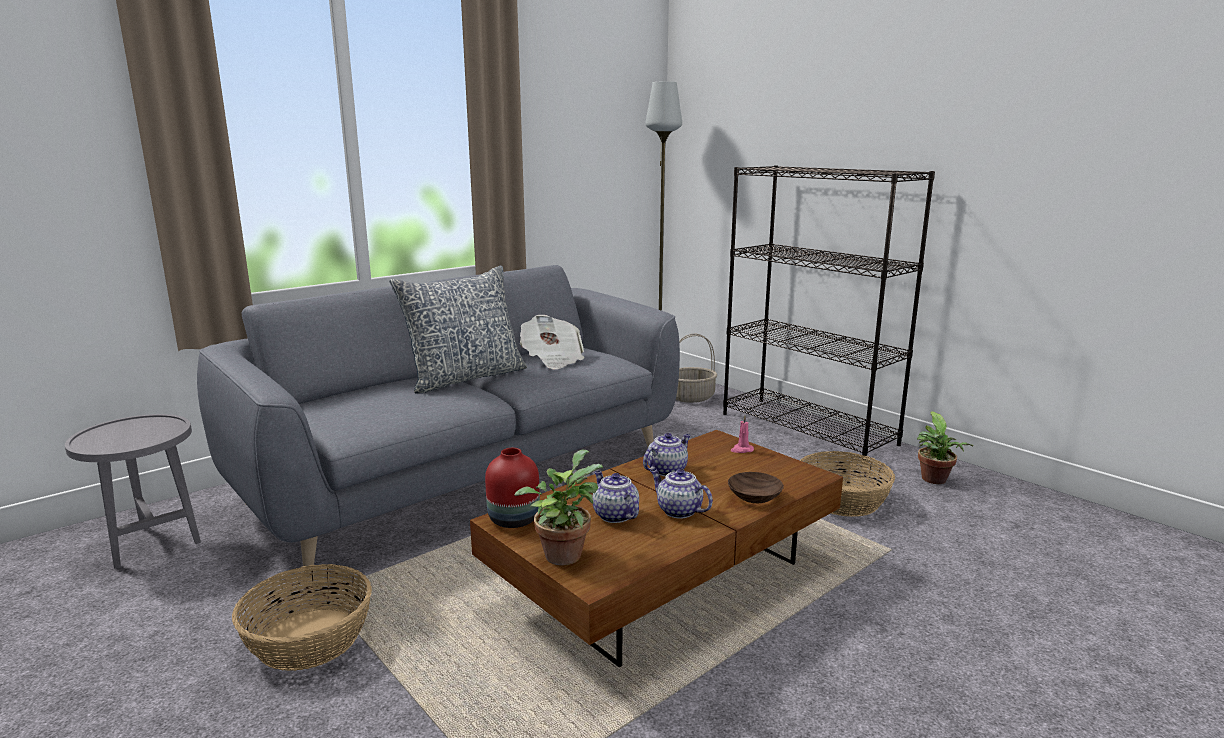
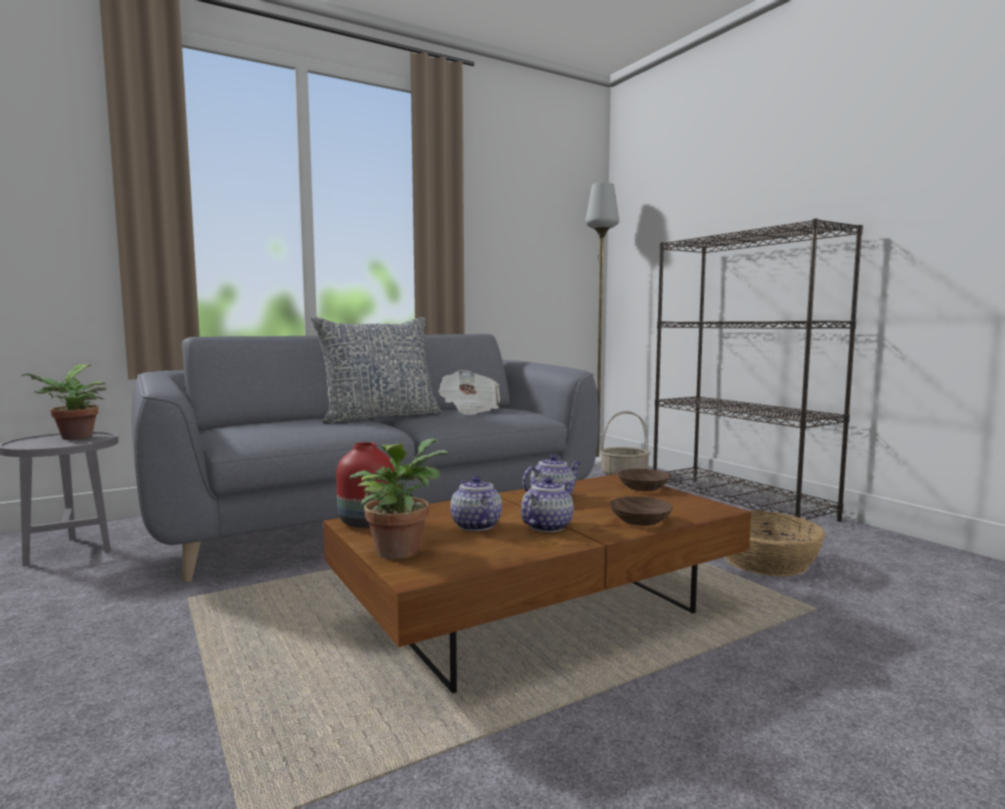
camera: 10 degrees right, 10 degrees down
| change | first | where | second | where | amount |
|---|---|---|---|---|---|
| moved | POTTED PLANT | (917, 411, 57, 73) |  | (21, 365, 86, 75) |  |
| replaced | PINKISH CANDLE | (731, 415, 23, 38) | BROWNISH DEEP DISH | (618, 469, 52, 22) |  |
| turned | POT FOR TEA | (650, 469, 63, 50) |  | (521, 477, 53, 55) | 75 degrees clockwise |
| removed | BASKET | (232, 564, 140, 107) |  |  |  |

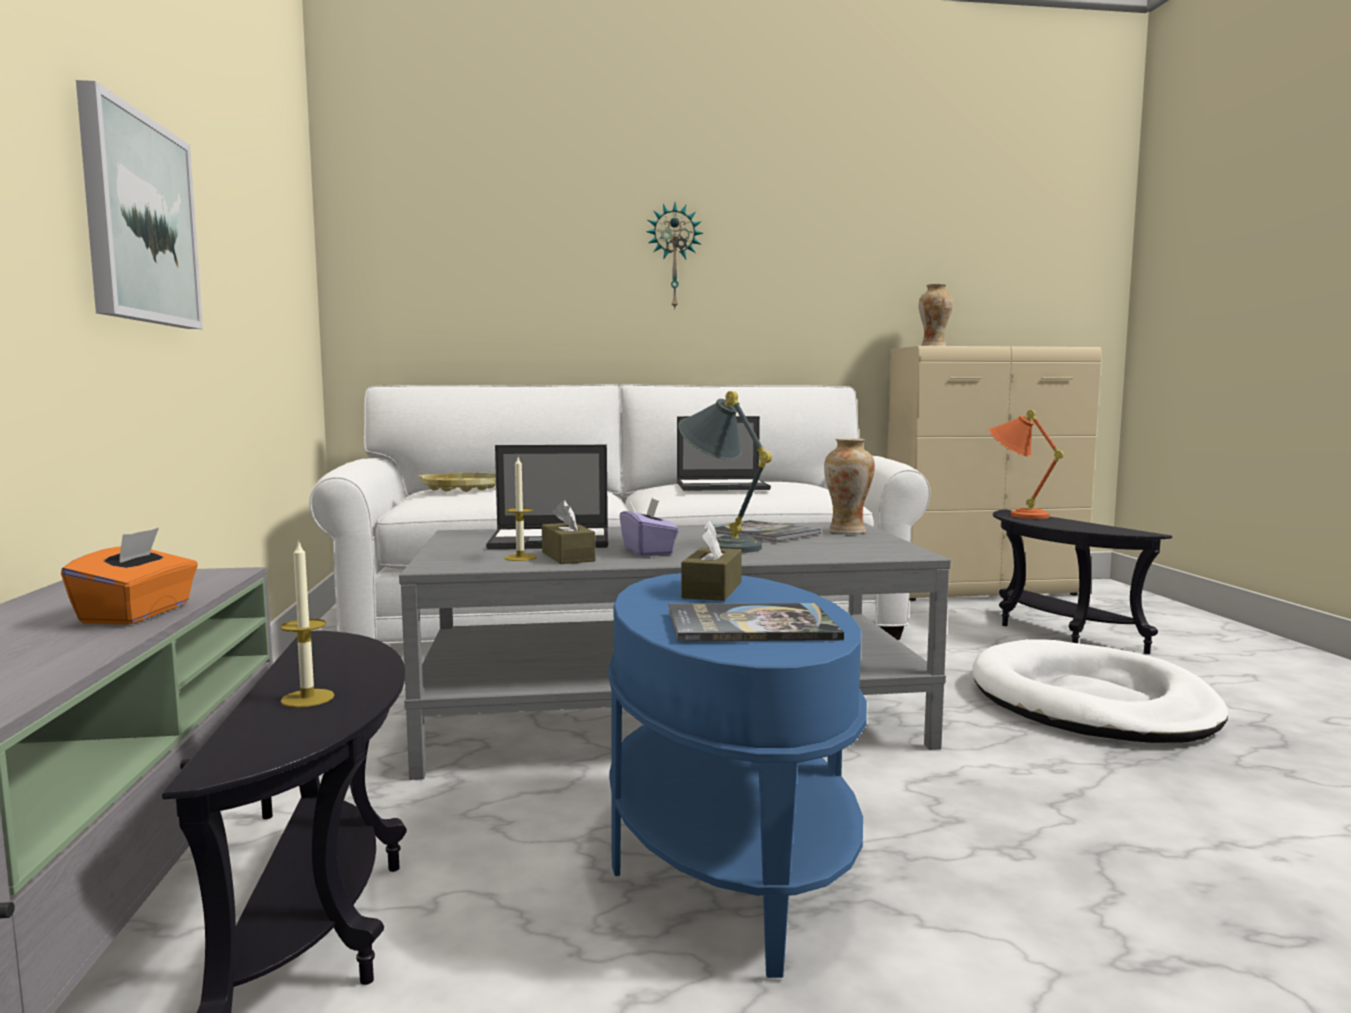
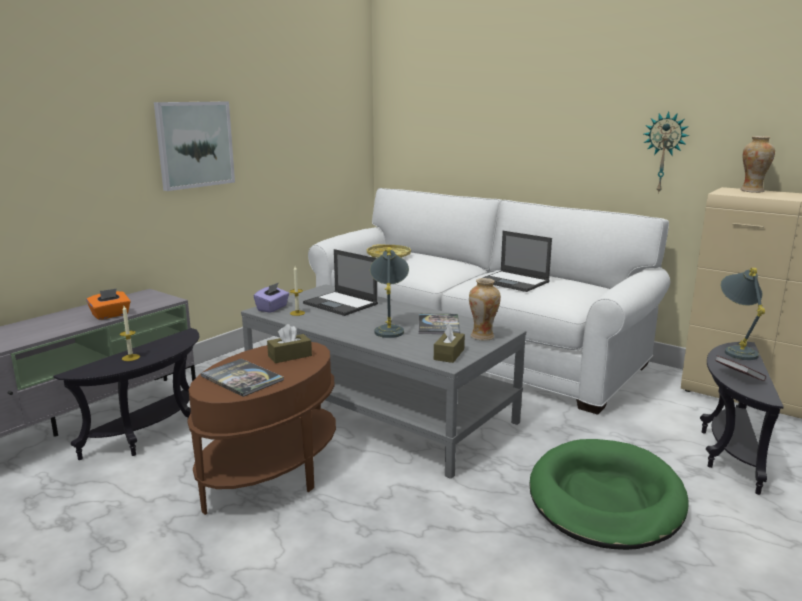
camera: 45 degrees right, 10 degrees up
| change | first | where | second | where | amount |
|---|---|---|---|---|---|
| moved | CLOCK ON THE WALL | (646, 202, 57, 109) |  | (644, 111, 45, 83) |  |
| recoloured | ORANGE-COLOURED LAMP FOR A TABLE | (990, 410, 74, 109) | GREYISH LAMP FOR A TABLE | (721, 268, 44, 92) |  |
| moved | PURPLISH BOX OF TISSUES | (620, 498, 59, 59) |  | (254, 283, 35, 30) |  |
| moved | BROWNISH BOX OF TISSUES | (542, 500, 54, 64) |  | (434, 323, 31, 40) |  |
| recoloured | BLUISH SIDE TABLE | (608, 573, 259, 405) | BROWNISH SIDE TABLE | (187, 342, 149, 173) |  |
| recoloured | WHITE-COLOURED DOG CUSHION | (972, 639, 256, 104) | GREENISH DOG CUSHION | (529, 439, 159, 111) |  |
| added |  |  | BOOK | (715, 355, 51, 26) |  |

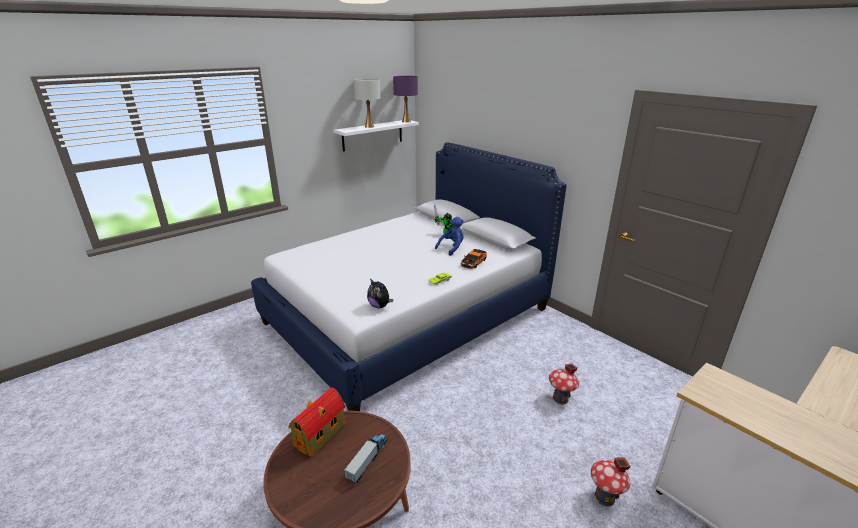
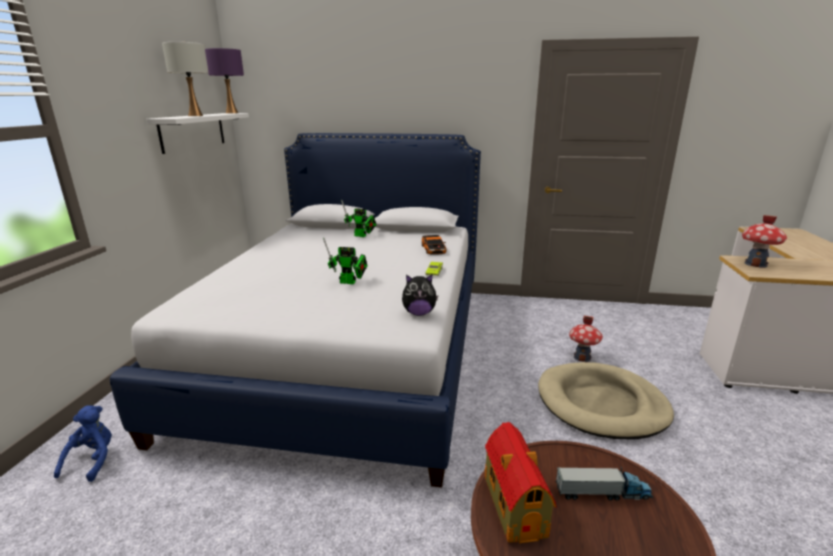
camera: 40 degrees left, 5 degrees down
| change | first | where | second | where | amount |
|---|---|---|---|---|---|
| moved | BLUISH CUDDLY TOY | (435, 217, 29, 39) |  | (54, 405, 58, 77) |  |
| turned | TOY LORRY | (344, 434, 44, 50) |  | (556, 467, 97, 33) | 105 degrees clockwise |
| moved | TOY HOUSE | (591, 458, 40, 48) |  | (742, 215, 45, 53) |  |
| added |  |  | TOY ROBOT | (323, 238, 45, 46) |  |
| added |  |  | SAND-COLOURED DOG CUSHION | (538, 362, 136, 78) |  |

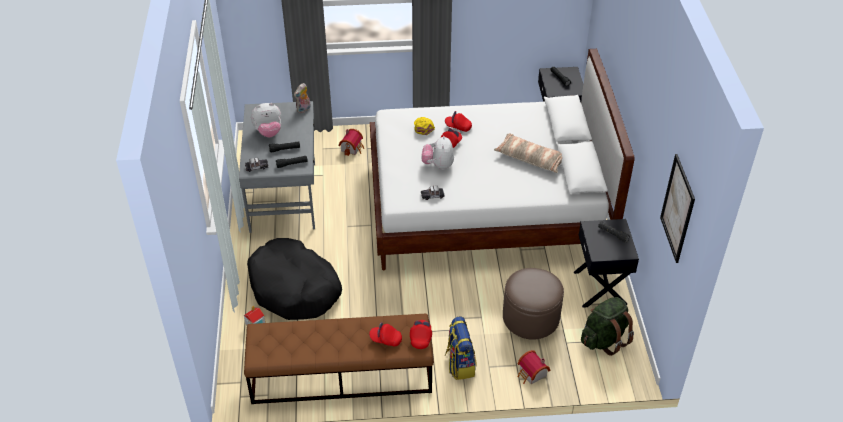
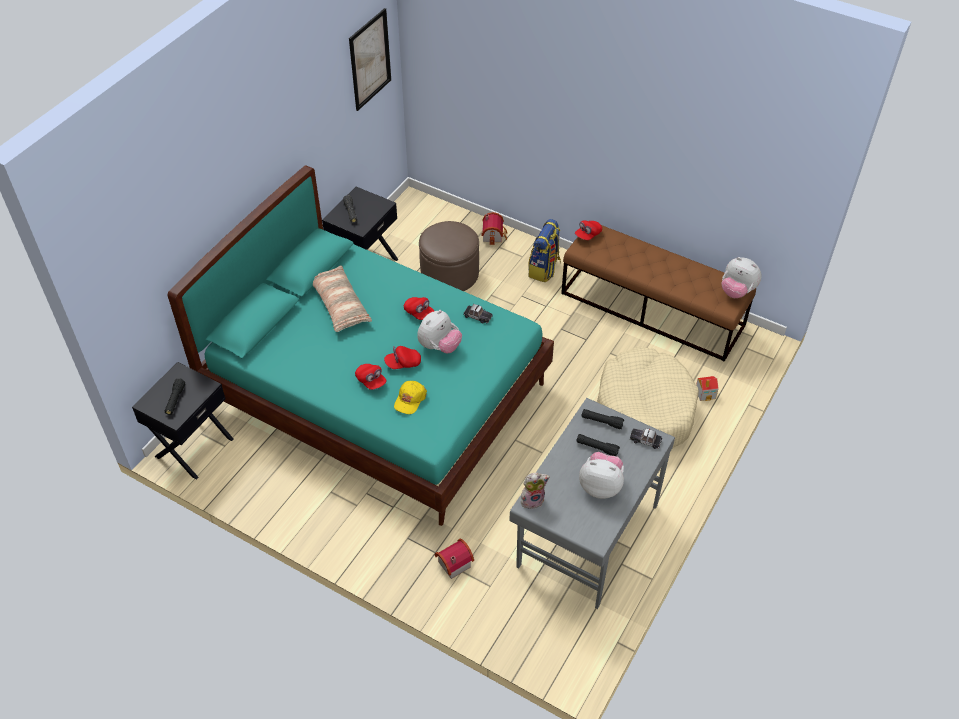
camera: 145 degrees left, 5 degrees up
| change | first | where | second | where | amount |
|---|---|---|---|---|---|
| recoloured | WHITE-COLOURED BED | (370, 49, 265, 221) | TURQUOISE-COLOURED BED | (168, 165, 386, 361) |  |
| recoloured | BLACK-COLOURED DOG CUSHION | (247, 238, 95, 82) | SAND-COLOURED DOG CUSHION | (597, 346, 102, 103) |  |
| removed | GREENISH BACKPACK | (581, 297, 53, 59) |  |  |  |
| moved | RED-COLOURED CAP | (369, 322, 33, 25) |  | (404, 297, 30, 23) |  |
| added |  |  | CUDDLY TOY | (721, 257, 41, 41) |  |

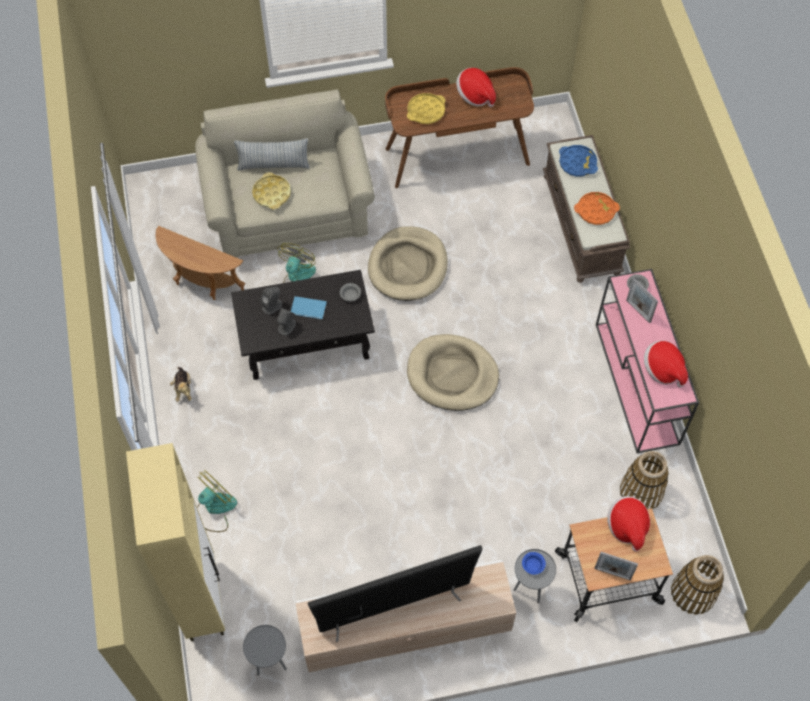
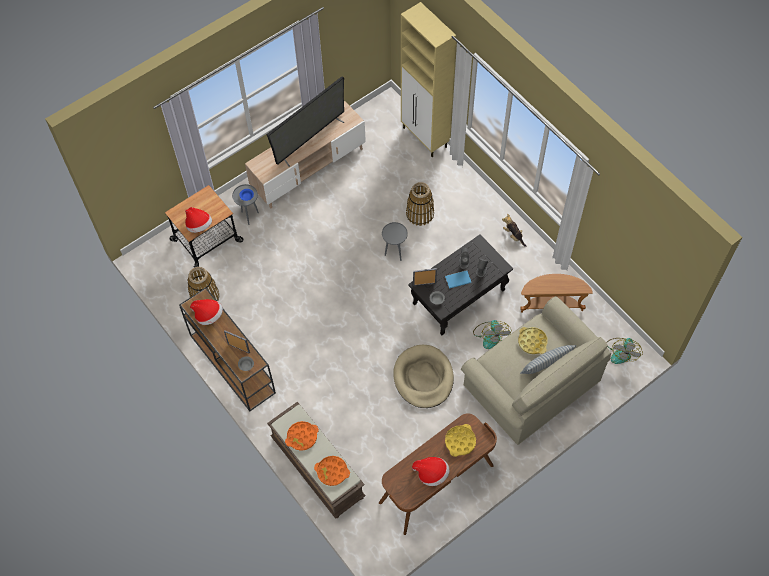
camera: 155 degrees right, 0 degrees up
| change | first | where | second | where | amount |
|---|---|---|---|---|---|
| recoloured | BLUISH SERVING TRAY | (559, 145, 39, 32) | ORANGE-COLOURED SERVING TRAY | (314, 456, 36, 30) |  |
| recoloured | PINKISH CONSOLE TABLE | (596, 269, 103, 184) | BROWNISH CONSOLE TABLE | (179, 287, 97, 124) |  |
| removed | SAND-COLOURED DOG CUSHION | (407, 334, 92, 77) |  |  |  |
| moved | ELECTRIC FAN | (197, 470, 40, 62) |  | (606, 338, 37, 26) |  |
| moved | PHOTO FRAME | (594, 552, 44, 29) |  | (413, 268, 24, 18) |  |
| moved | BASKET | (671, 555, 53, 60) |  | (406, 182, 28, 44) |  |
| moved | GREYISH SIDE TABLE | (243, 625, 44, 51) |  | (382, 222, 26, 39) |  |

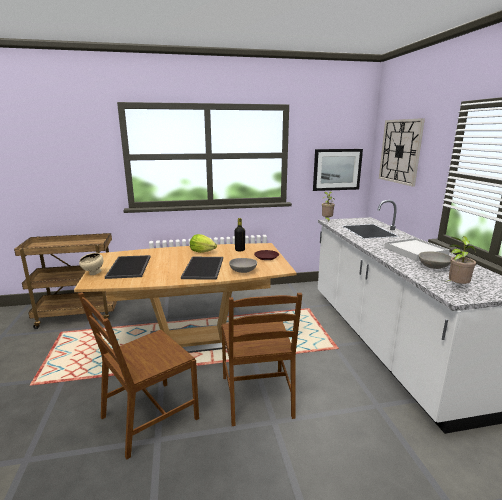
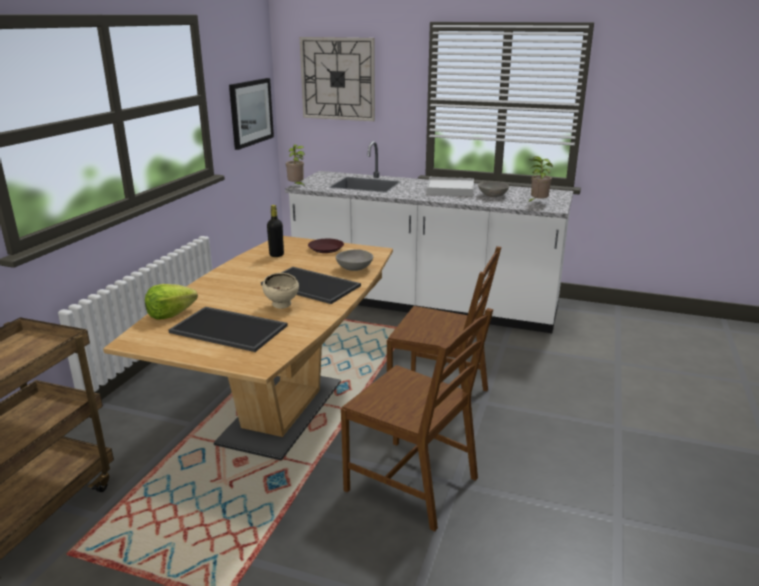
camera: 60 degrees left, 5 degrees up
| change | first | where | second | where | amount |
|---|---|---|---|---|---|
| moved | HEAD OF LETTUCE | (190, 234, 27, 19) |  | (145, 284, 53, 36) |  |
| moved | SAND-COLOURED DEEP DISH | (79, 253, 24, 22) |  | (262, 273, 37, 36) |  |
| turned | BROWNISH UPRIGHT CHAIR | (78, 292, 121, 168) |  | (341, 308, 152, 223) | 45 degrees counterclockwise |

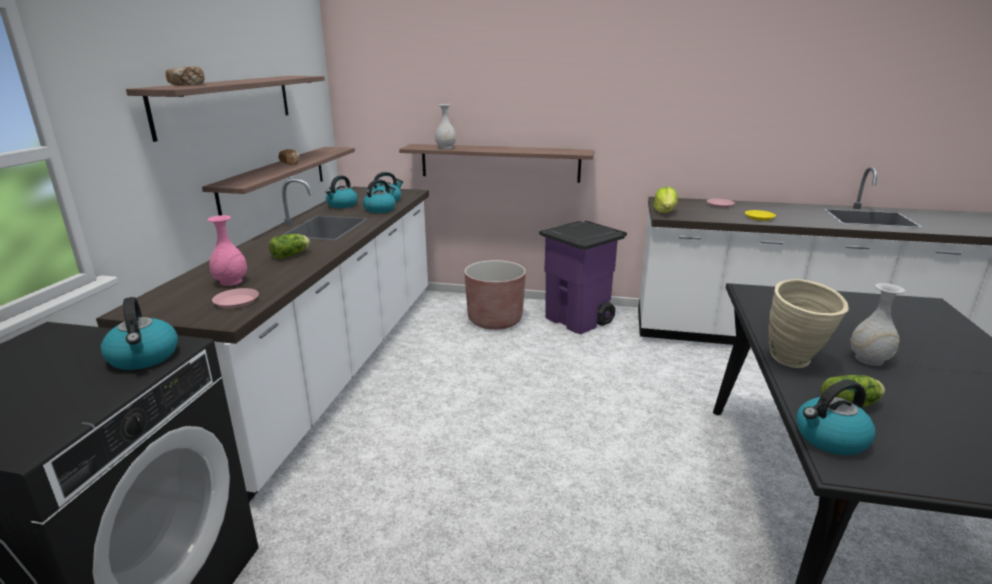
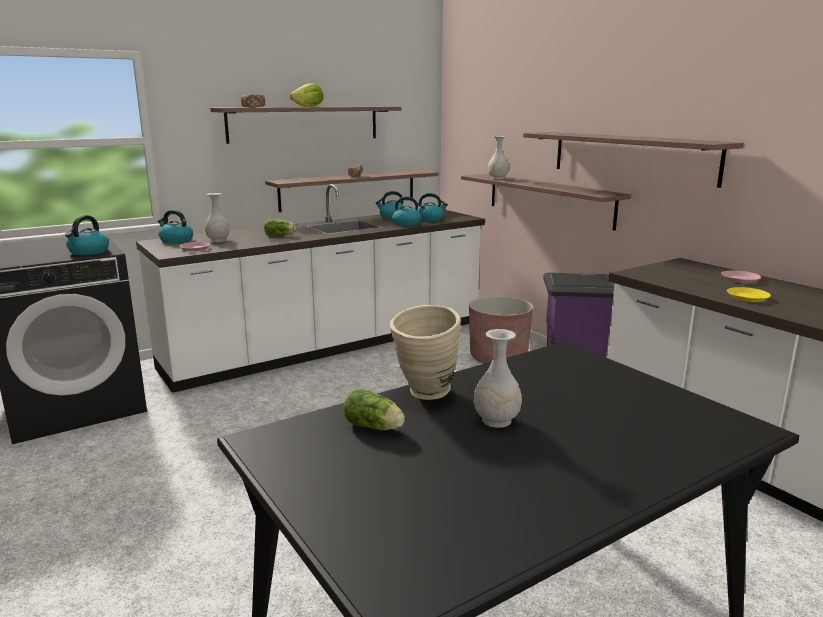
camera: 45 degrees right, 5 degrees down
| change | first | where | second | where | amount |
|---|---|---|---|---|---|
| moved | HEAD OF LETTUCE | (654, 187, 24, 26) |  | (290, 83, 34, 24) |  |
| recoloured | PINKISH FLOWER VASE | (207, 215, 40, 71) | WHITE-COLOURED FLOWER VASE | (205, 193, 25, 49) |  |
| moved | TEA KETTLE | (796, 380, 80, 75) |  | (158, 210, 35, 34) |  |
| added |  |  | BRACKET SHELF | (523, 132, 221, 56) |  |

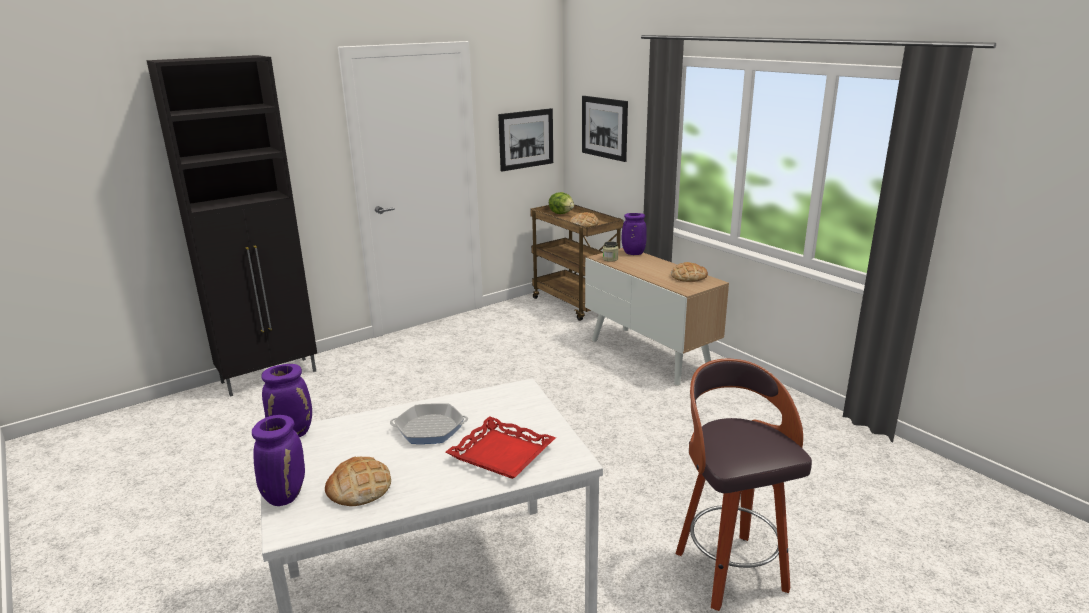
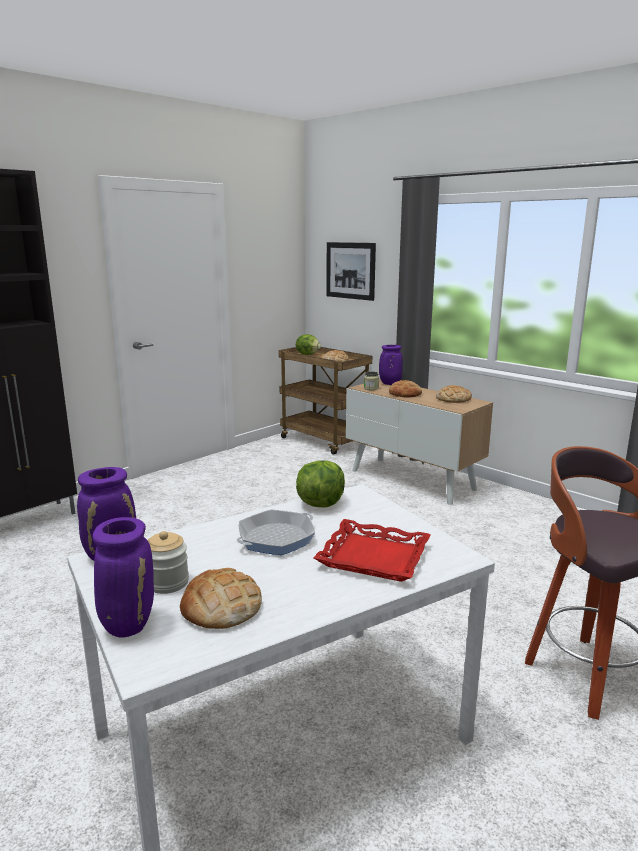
camera: 10 degrees left, 5 degrees down
| change | first | where | second | where | amount |
|---|---|---|---|---|---|
| removed | WALL PICTURE | (498, 108, 55, 63) |  |  |  |
| turned | PAN | (390, 403, 78, 41) |  | (237, 509, 78, 46) | 150 degrees clockwise |
| added |  |  | BAKERY BREAD | (389, 380, 33, 17) |  |
| added |  |  | HEAD OF LETTUCE | (296, 460, 49, 47) |  |
| added |  |  | STORAGE JAR | (148, 531, 41, 63) |  |

